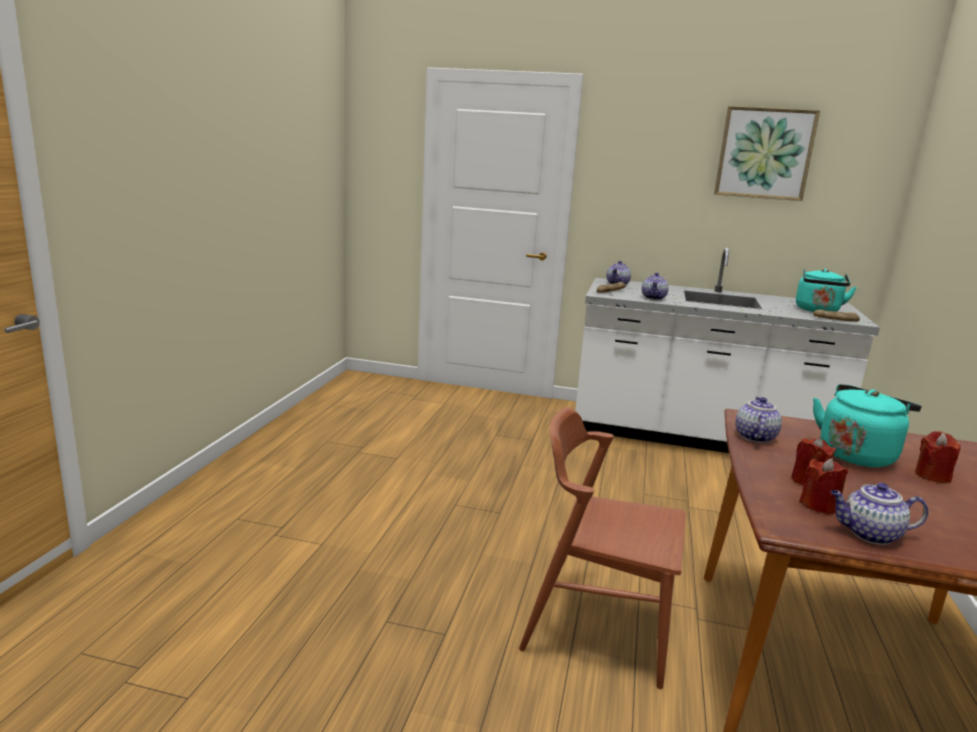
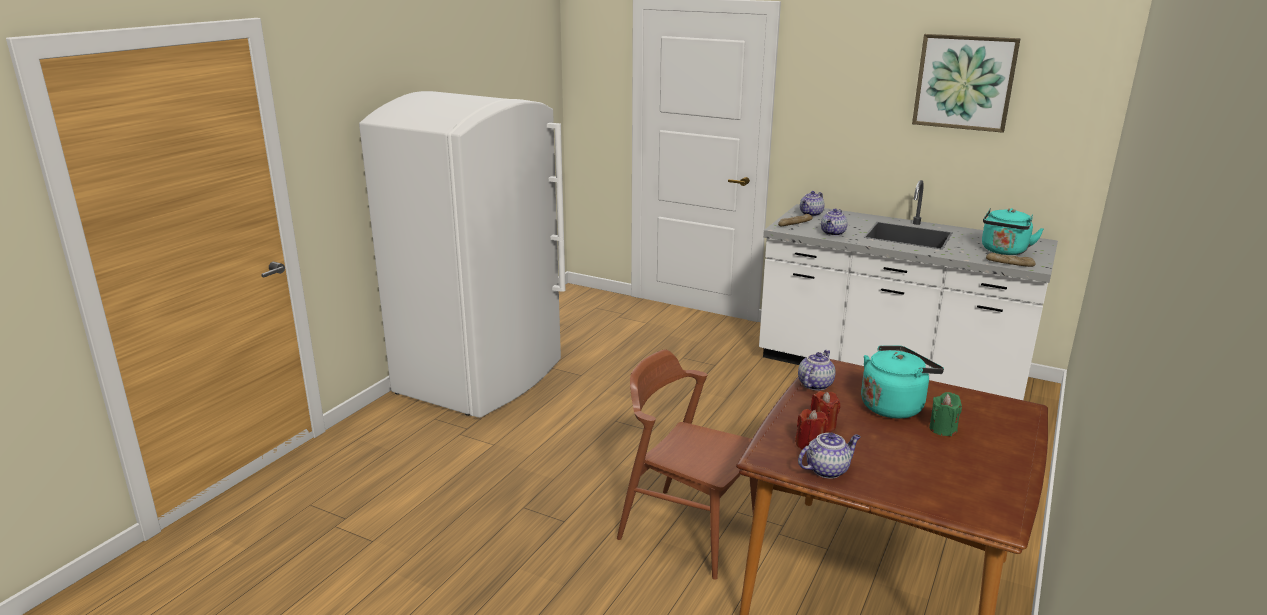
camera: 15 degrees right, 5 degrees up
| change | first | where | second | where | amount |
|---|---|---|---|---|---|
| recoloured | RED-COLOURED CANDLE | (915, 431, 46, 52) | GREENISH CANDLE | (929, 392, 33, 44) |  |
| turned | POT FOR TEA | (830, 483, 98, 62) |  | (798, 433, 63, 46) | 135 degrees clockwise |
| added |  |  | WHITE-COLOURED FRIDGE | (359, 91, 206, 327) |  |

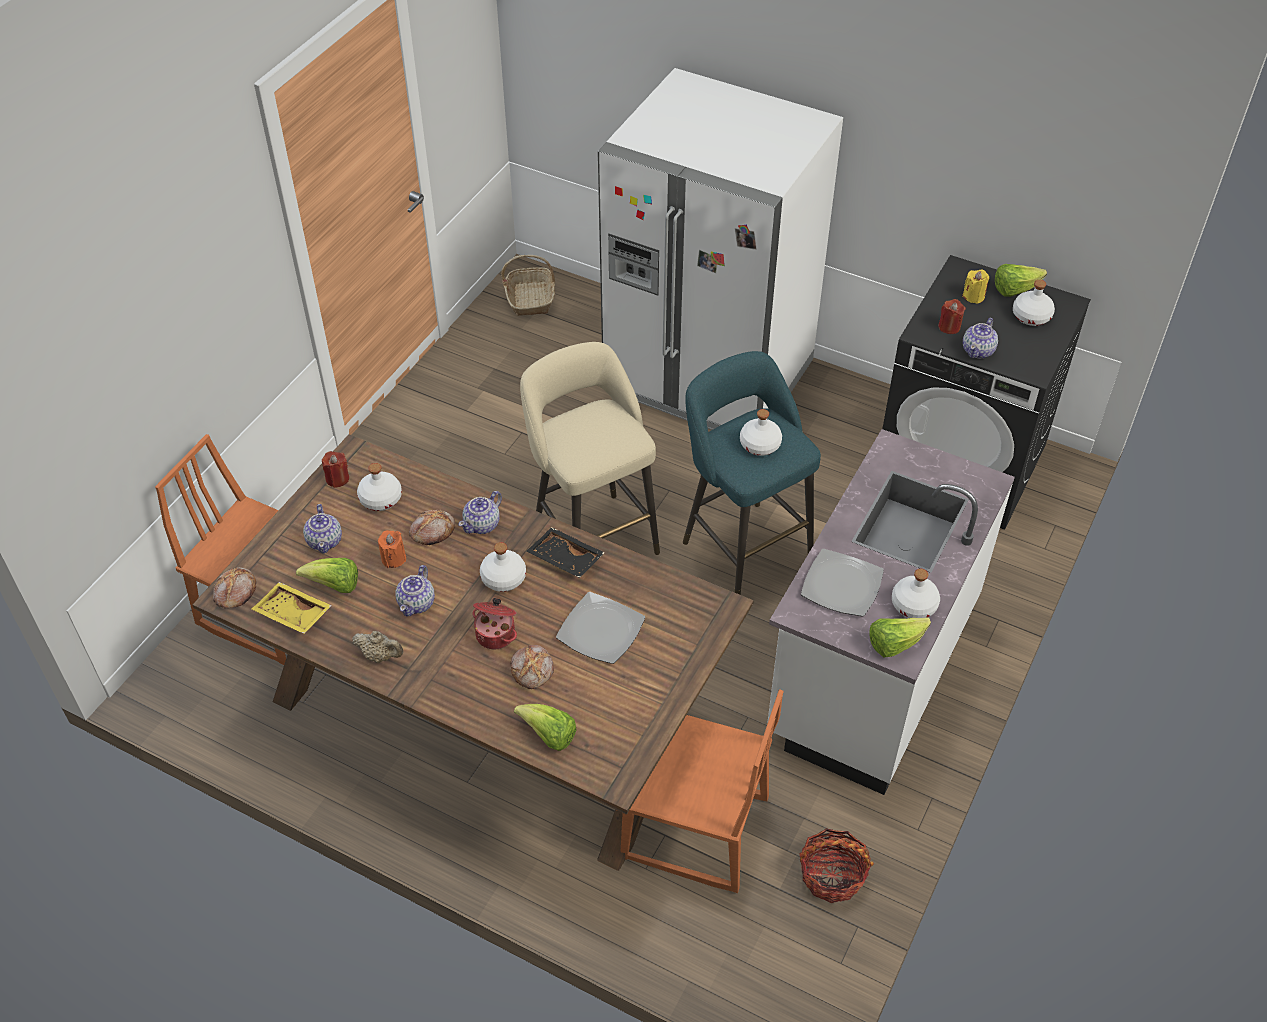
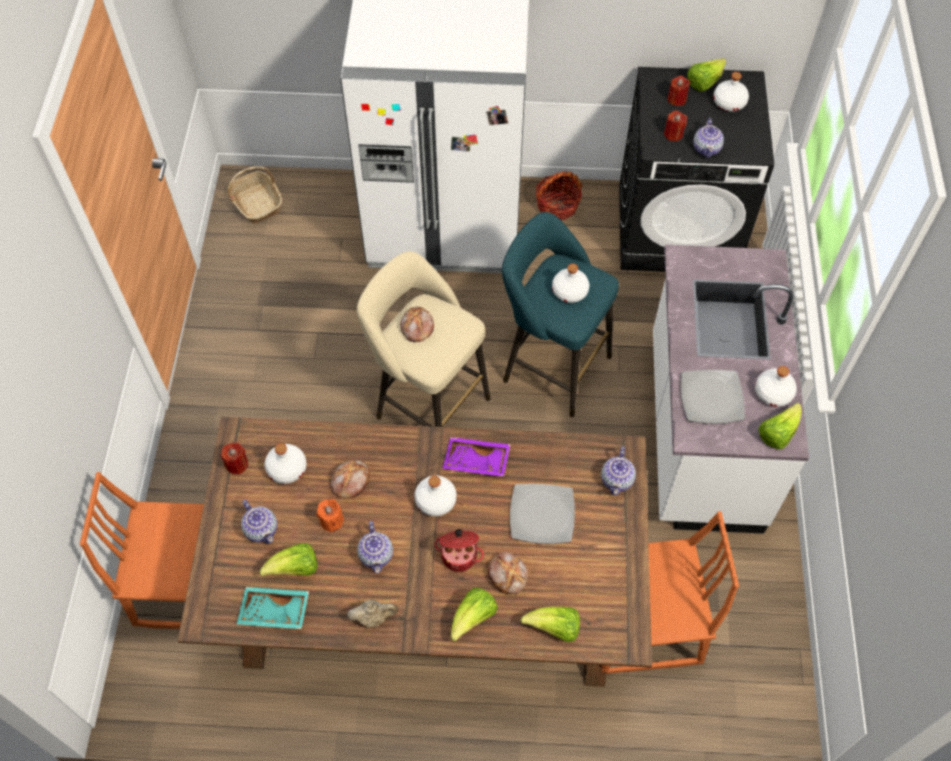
camera: 25 degrees left, 10 degrees up
| change | first | where | second | where | amount |
|---|---|---|---|---|---|
| recoloured | YELLOW CANDLE | (962, 270, 27, 34) | RED-COLOURED CANDLE | (668, 75, 22, 31) |  |
| moved | POT FOR TEA | (459, 491, 43, 43) |  | (601, 447, 35, 48) |  |
| recoloured | BLACK-COLOURED SERVING TRAY | (526, 527, 79, 51) | PURPLISH SERVING TRAY | (442, 437, 69, 40) |  |
| moved | BAKERY BREAD | (213, 567, 43, 42) |  | (400, 307, 34, 36) |  |
| recoloured | YELLOW SERVING TRAY | (252, 582, 80, 52) | TURQUOISE-COLOURED SERVING TRAY | (237, 587, 72, 42) |  |
| moved | BASKET | (799, 828, 75, 75) |  | (536, 171, 47, 49) |  |
| added |  |  | HEAD OF LETTUCE | (451, 588, 47, 54) |  |

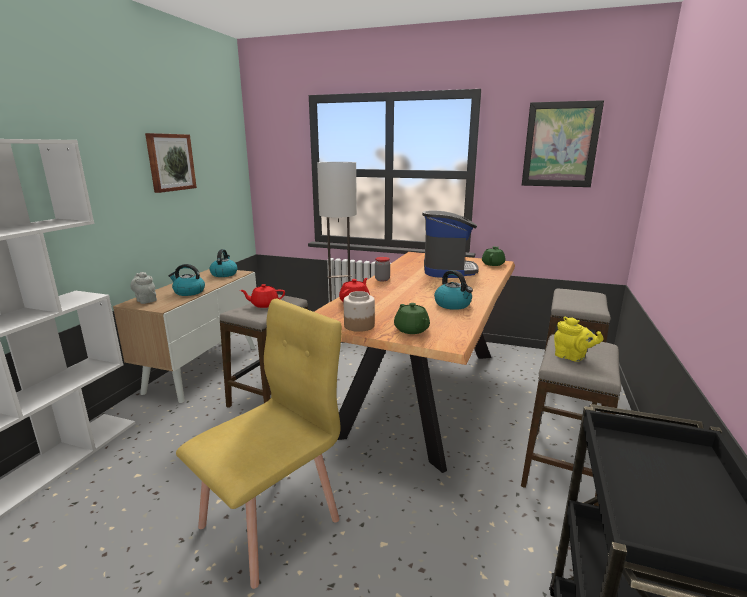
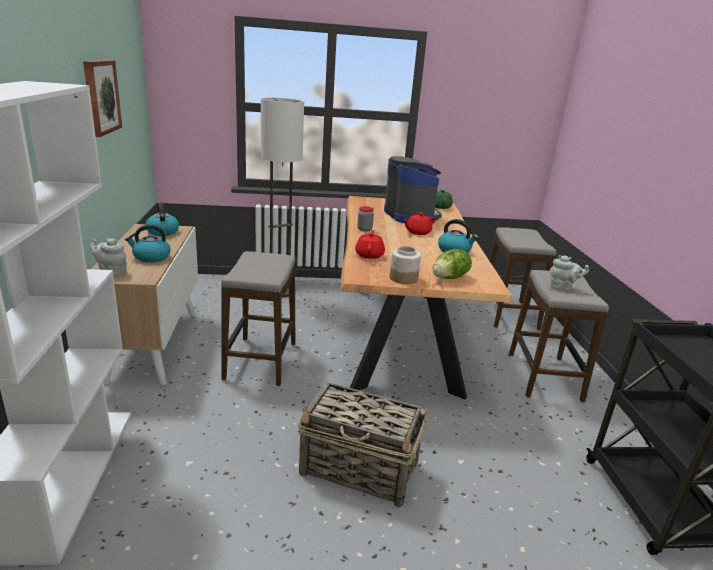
camera: 25 degrees left, 5 degrees up
| change | first | where | second | where | amount |
|---|---|---|---|---|---|
| removed | WALL PICTURE | (522, 100, 82, 87) |  |  |  |
| moved | RED-COLOURED POT FOR TEA | (240, 284, 45, 24) |  | (403, 212, 32, 23) |  |
| replaced | YELLOW UPRIGHT CHAIR | (176, 298, 166, 291) | BASKET | (298, 382, 129, 126) |  |
| replaced | GREENISH POT FOR TEA | (394, 303, 36, 31) | HEAD OF LETTUCE | (432, 249, 40, 30) |  |
| recoloured | YELLOW POT FOR TEA | (554, 317, 49, 45) | GREYISH POT FOR TEA | (550, 255, 39, 36) |  |

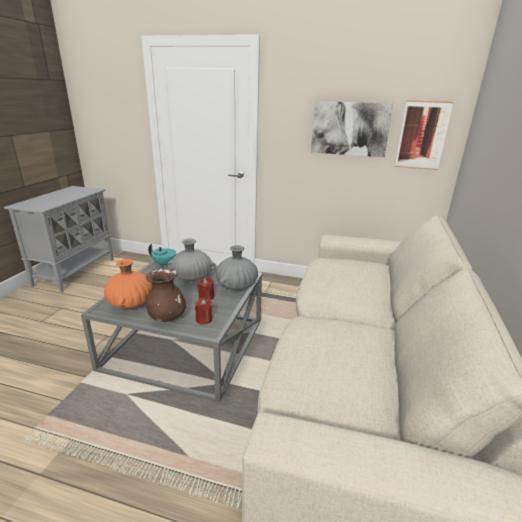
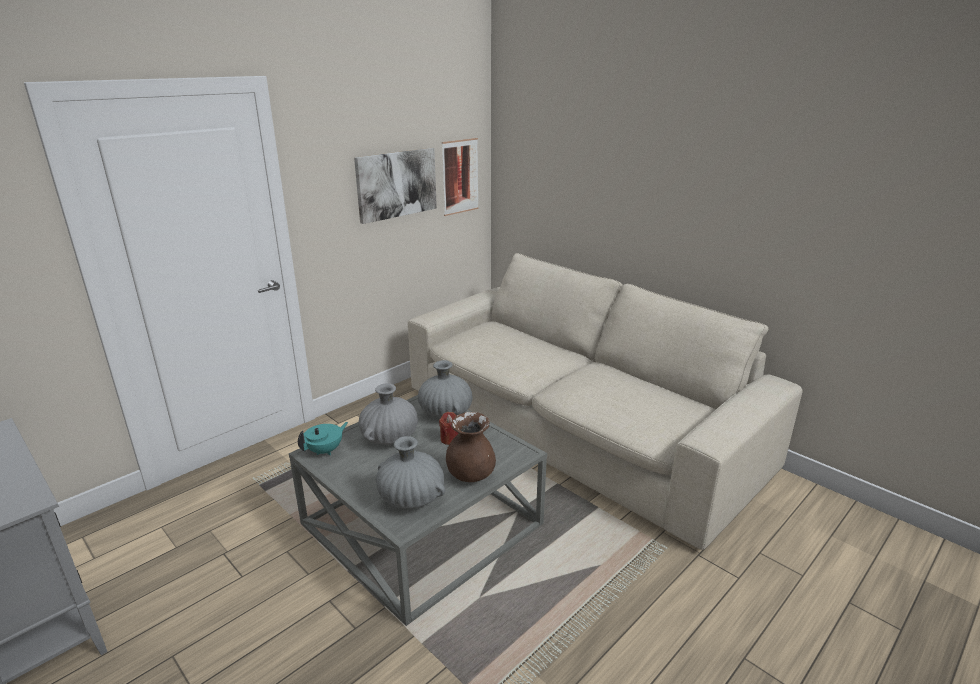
camera: 60 degrees left, 0 degrees up
| change | first | where | second | where | amount |
|---|---|---|---|---|---|
| recoloured | ORANGE-COLOURED FLOWER VASE | (104, 259, 49, 50) | GREYISH FLOWER VASE | (376, 436, 69, 73) |  |
| removed | RED-COLOURED CANDLE | (195, 298, 17, 26) |  |  |  |

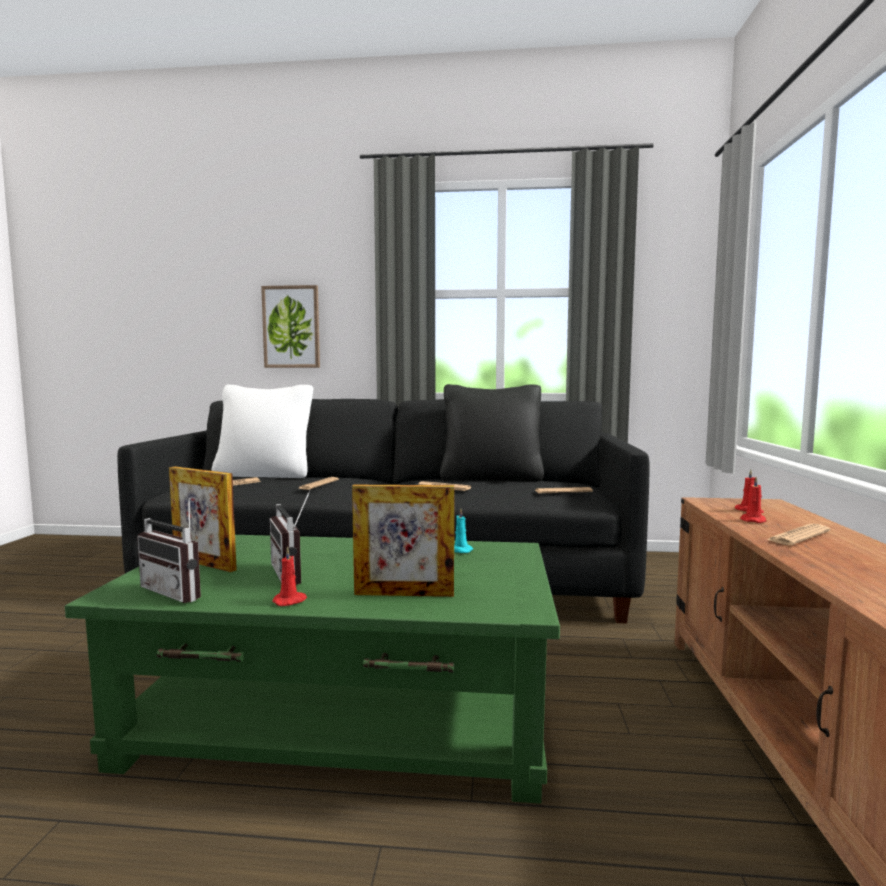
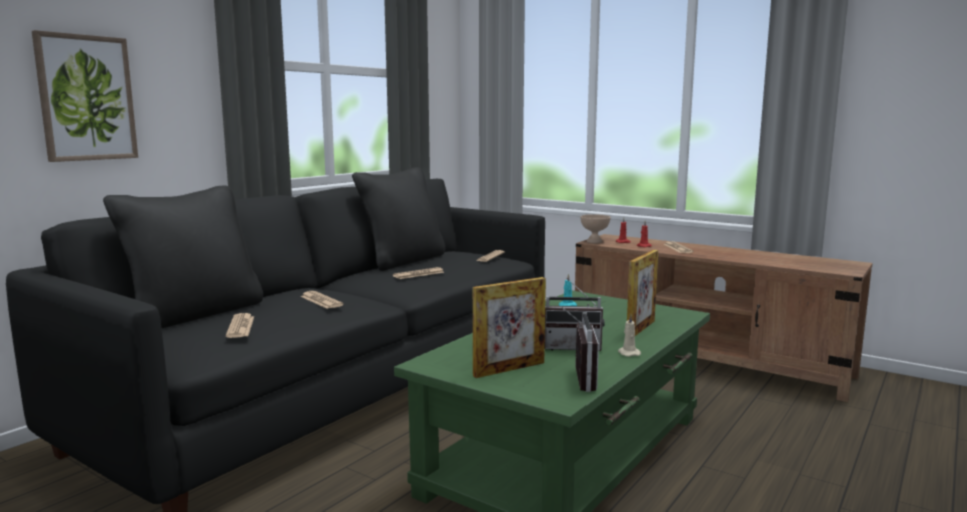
camera: 60 degrees left, 5 degrees up
| change | first | where | second | where | amount |
|---|---|---|---|---|---|
| recoloured | WHITE-COLOURED PILLOW | (212, 384, 101, 94) | BLACK-COLOURED PILLOW | (103, 186, 160, 142) |  |
| turned | RADIO | (137, 498, 64, 105) |  | (561, 307, 38, 85) | 60 degrees counterclockwise |
| recoloured | RED-COLOURED CANDLE | (272, 546, 35, 60) | SAND-COLOURED CANDLE | (618, 314, 23, 43) |  |
| added |  |  | SAND-COLOURED DEEP DISH | (580, 214, 31, 29) |  |

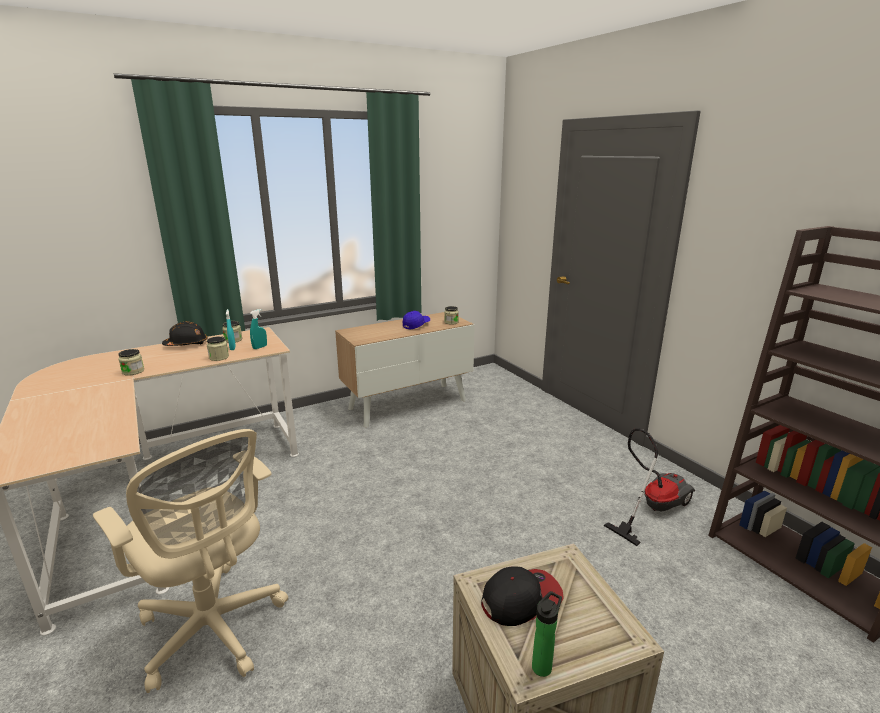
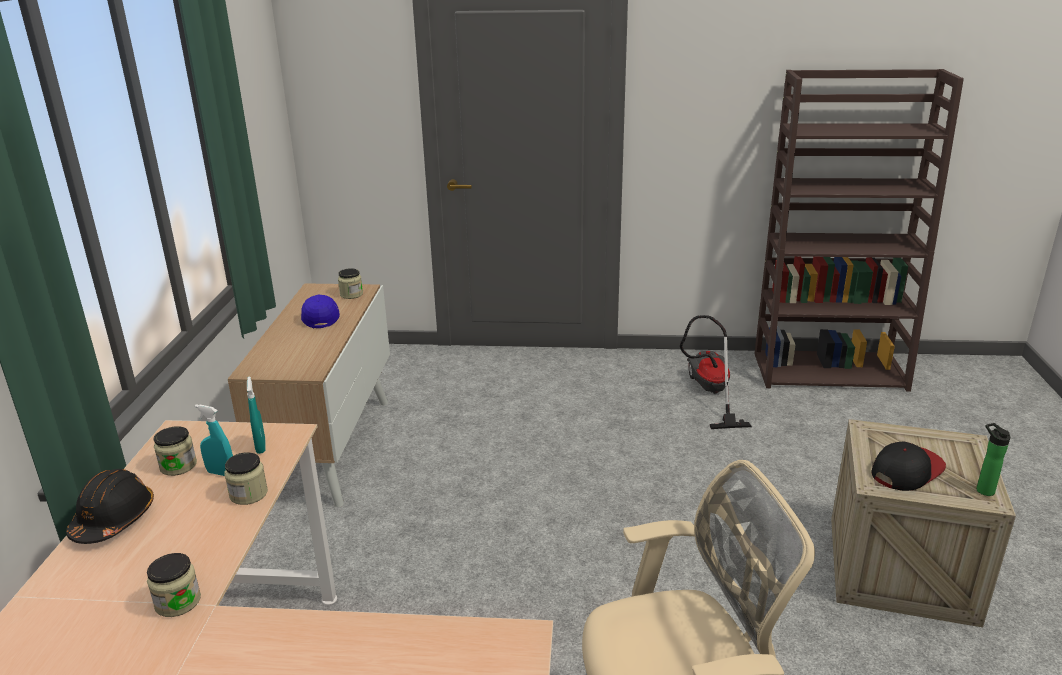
camera: 55 degrees left, 5 degrees up
| change | first | where | second | where | amount |
|---|---|---|---|---|---|
| turned | CAP | (481, 566, 83, 60) |  | (871, 442, 75, 49) | 45 degrees clockwise |

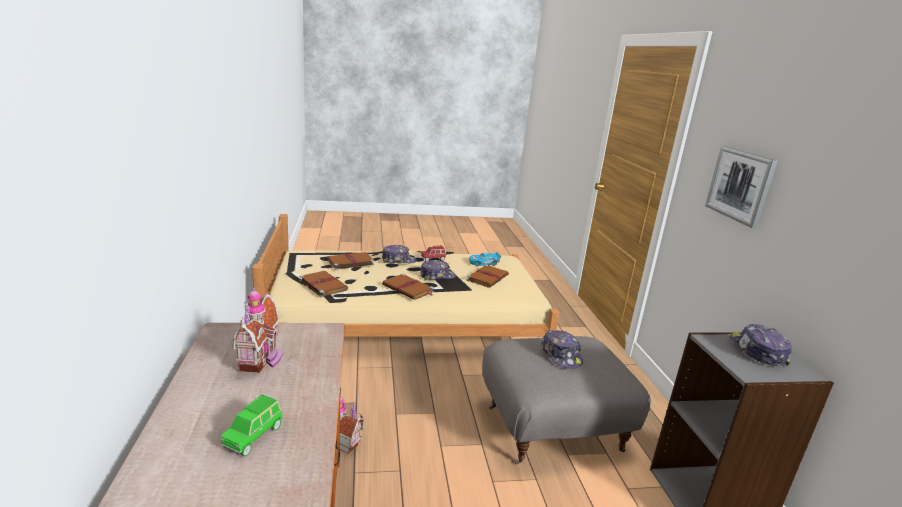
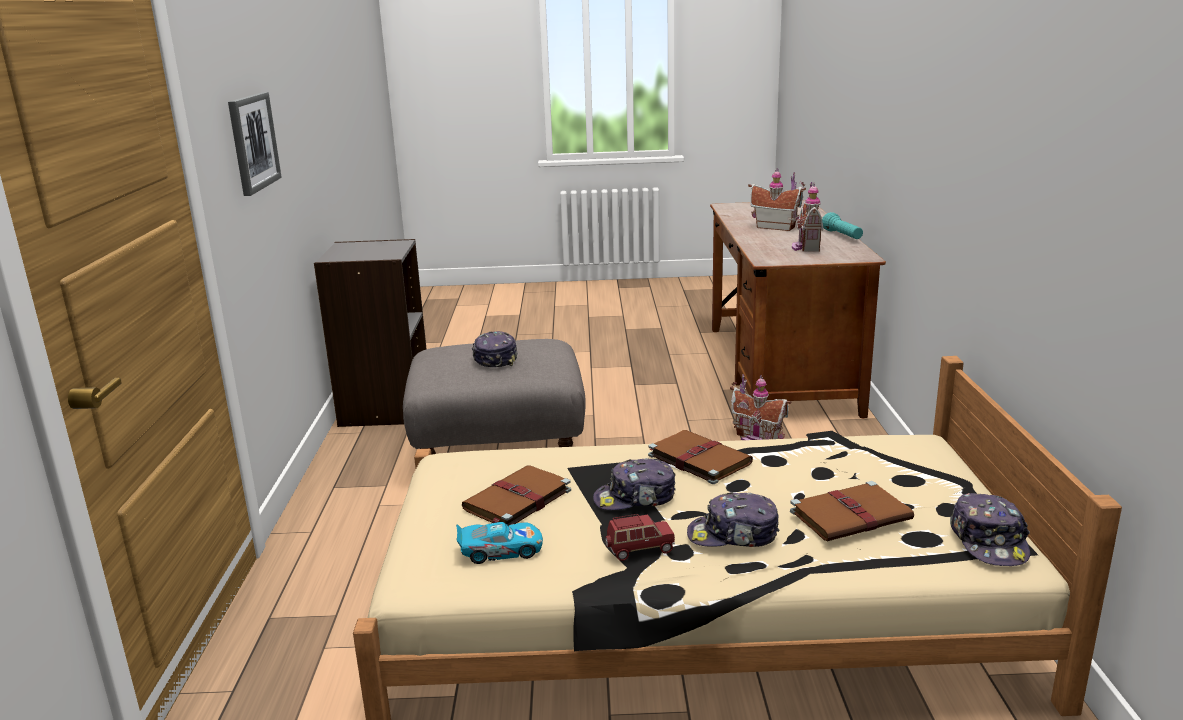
camera: 170 degrees left, 0 degrees up
| change | first | where | second | where | amount |
|---|---|---|---|---|---|
| removed | BROWNISH BOOK | (299, 271, 49, 26) |  |  |  |
| moved | CAP | (729, 324, 63, 42) |  | (950, 493, 80, 73) |  |
| replaced | GREENISH TOY CAR | (221, 394, 61, 62) | TOY HOUSE | (748, 168, 58, 63) |  |
| added |  |  | TURQUOISE-COLOURED TORCH | (822, 212, 41, 27) |  |

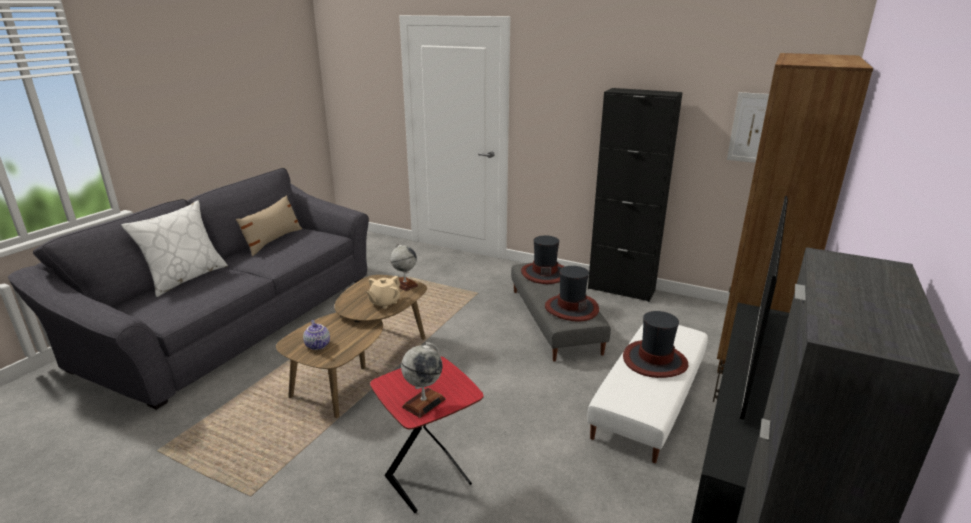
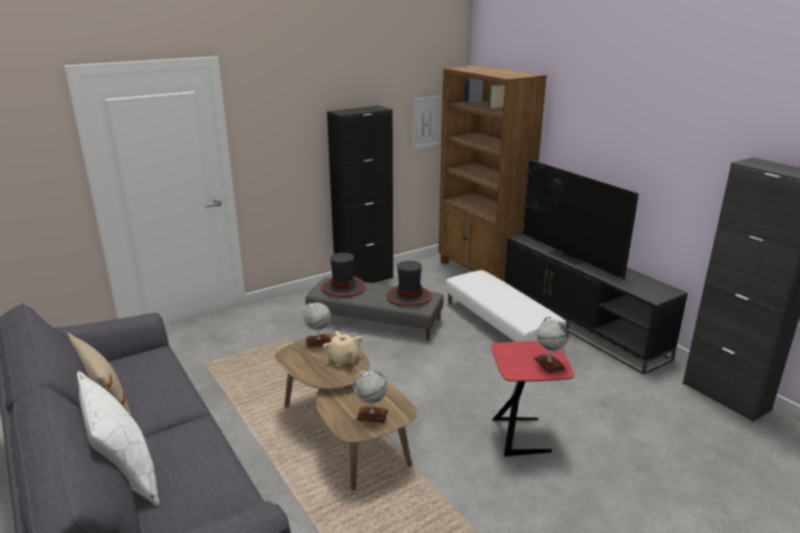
camera: 60 degrees left, 0 degrees up
| change | first | where | second | where | amount |
|---|---|---|---|---|---|
| removed | HAT | (623, 311, 65, 67) |  |  |  |
| replaced | POT FOR TEA | (303, 320, 27, 30) | WORLD GLOBE | (353, 371, 35, 52) |  |

